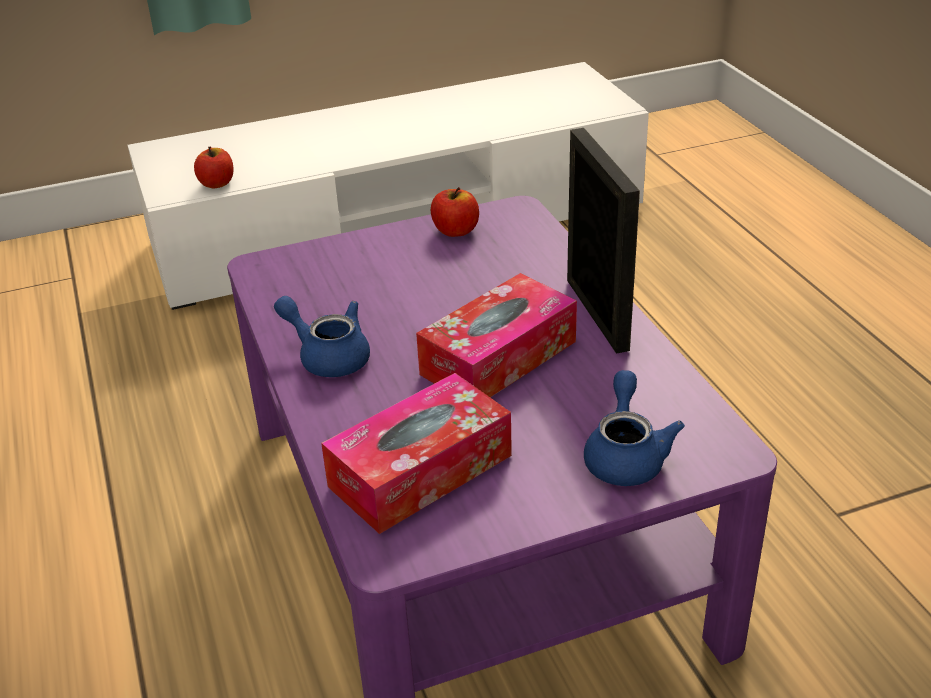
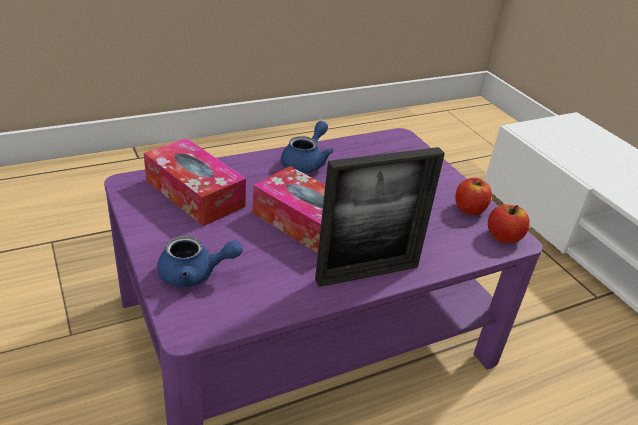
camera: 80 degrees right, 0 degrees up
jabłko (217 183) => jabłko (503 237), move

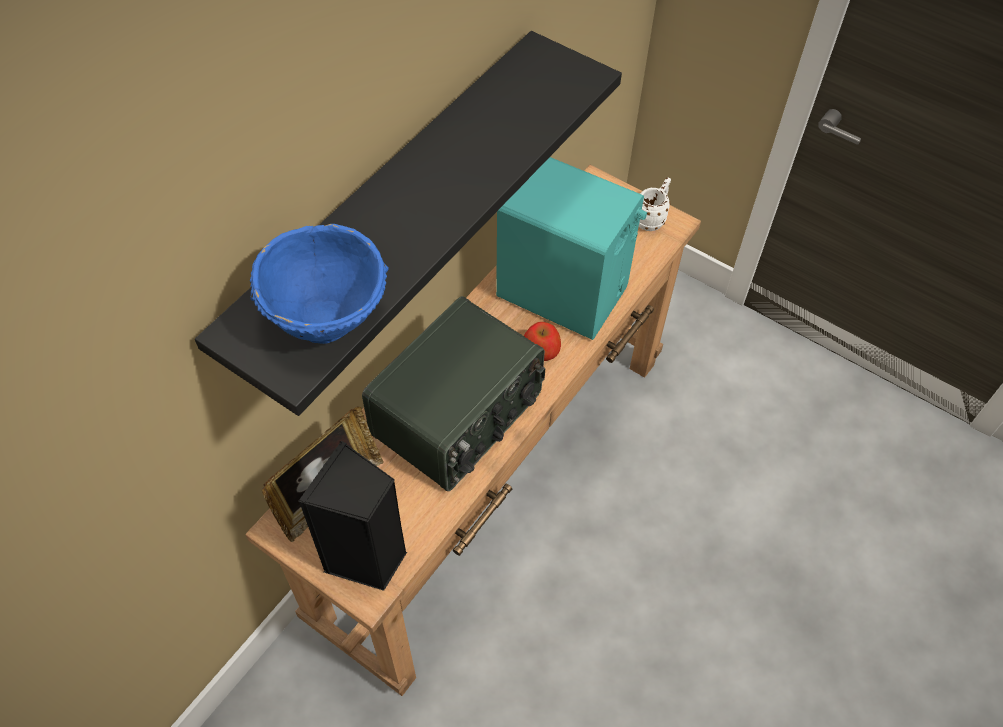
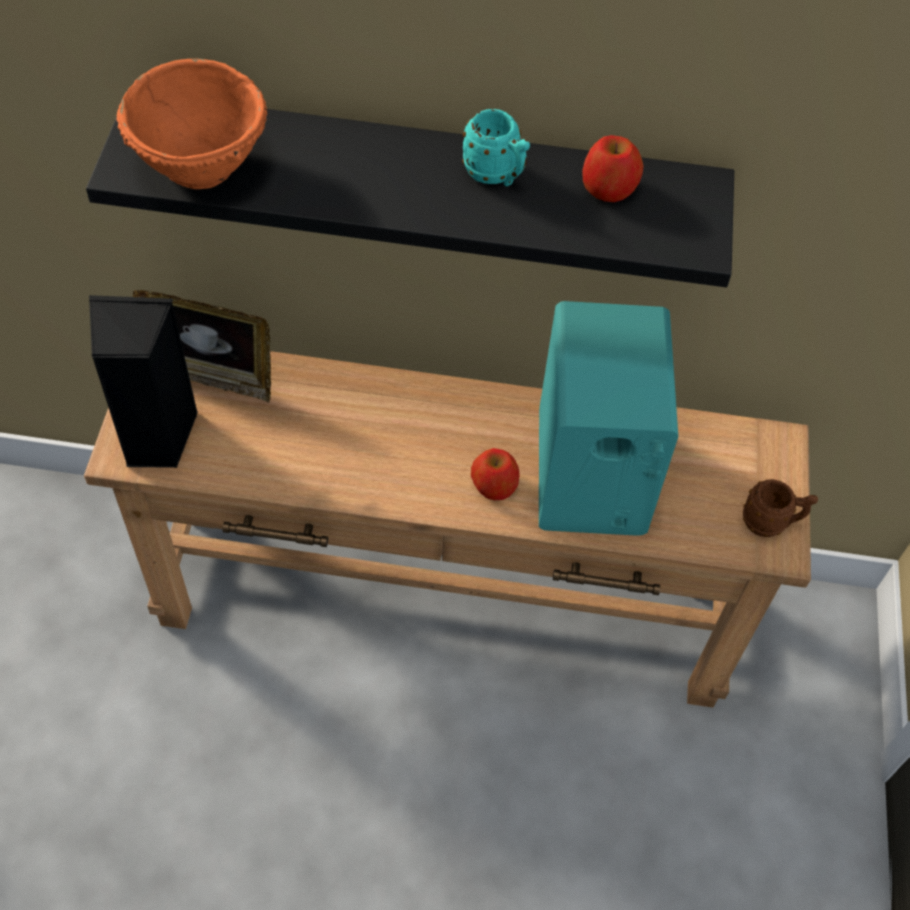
camera: 60 degrees right, 0 degrees up
kubek (biały) (652 218) => kubek (brązowy) (771 523)
miska (niebieski) (328 317) => miska (pomarańczowy) (202 167)
radio (459 416) => nothing
nothing => kubek (turkusowy) (496 175)
nothing => jabłko (609 187)

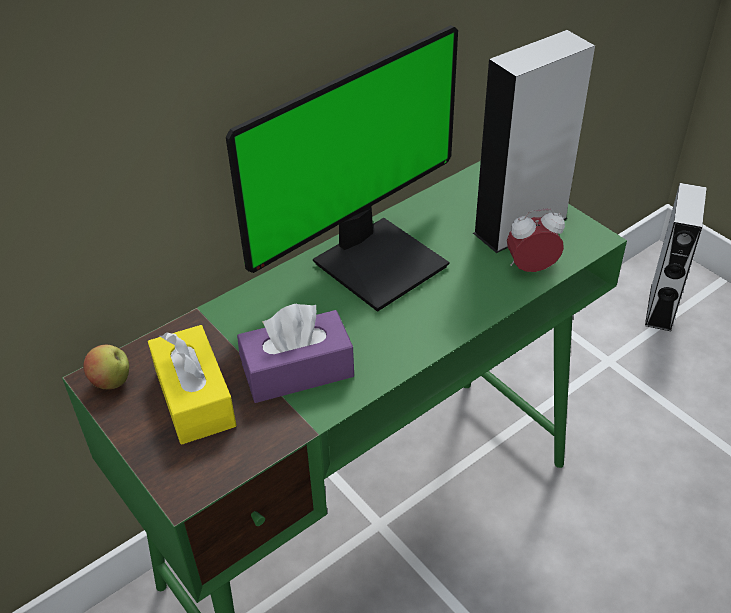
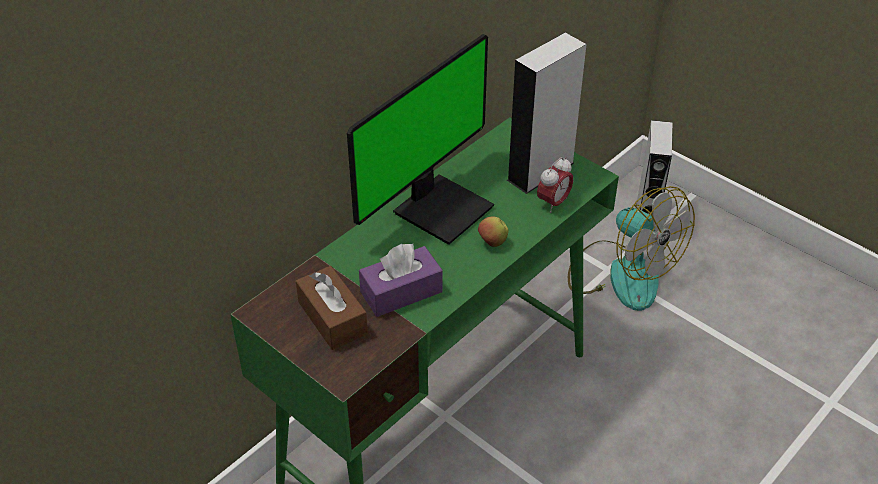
camera: 10 degrees left, 0 degrees up
budzik (531 268) => budzik (553 203), 150 degrees clockwise
pudełko chusteczek (żółty) (195 398) => pudełko chusteczek (brązowy) (332 318)
jabłko (112 382) => jabłko (492 242), move
nothing => wentylator (622 273)

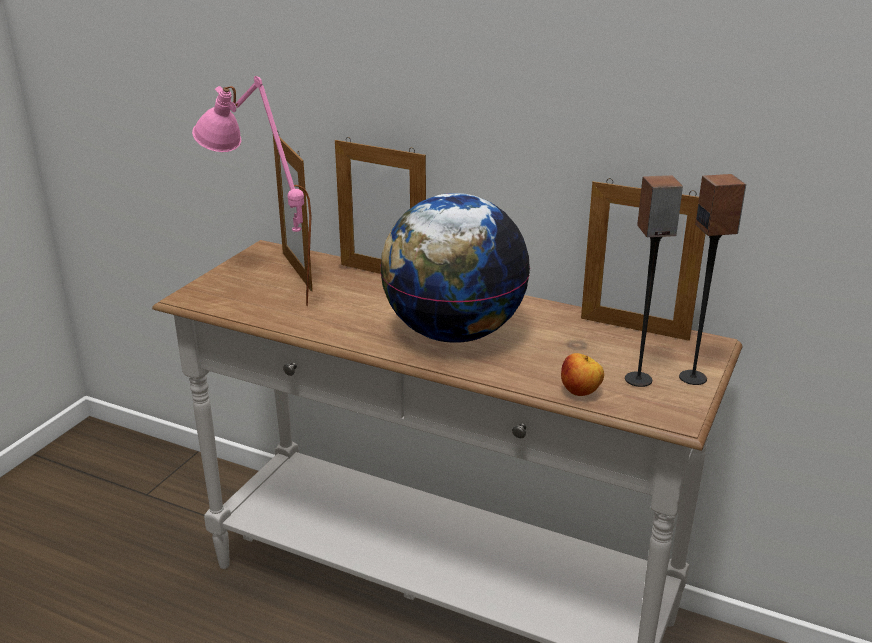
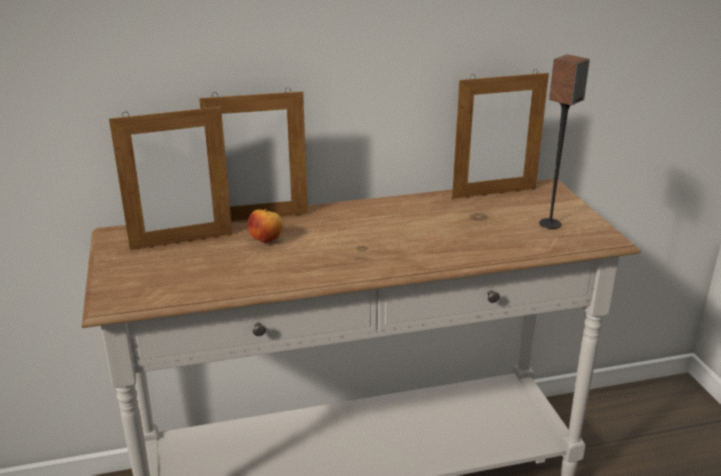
camera: 40 degrees left, 0 degrees up
lampa stołowa (różowy) (262 295) => nothing
ramka na zdjęcie (297 271) => ramka na zdjęcie (181 241), 45 degrees counterclockwise
głośnik (693 378) => nothing
globus (453 333) => nothing
jabłko (580 393) => jabłko (267 240), move

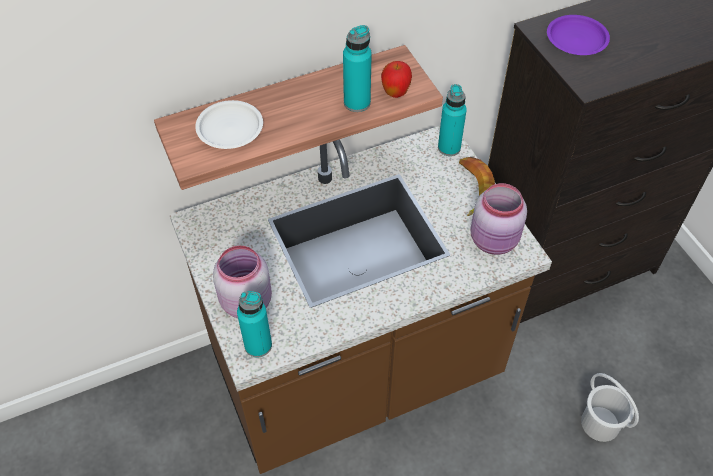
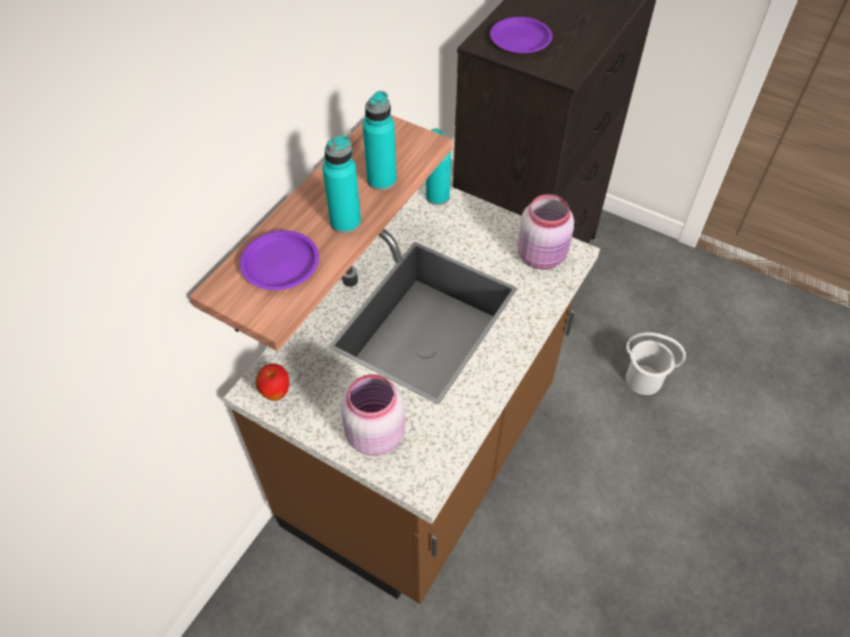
camera: 35 degrees left, 0 degrees up
jabłko (395 93) => jabłko (276 393), move
talerz (biały) (230 128) => talerz (fioletowy) (281 264)
banan (472 188) => nothing
butelka (turkusowy) (258 345) => butelka (turkusowy) (345 222), move

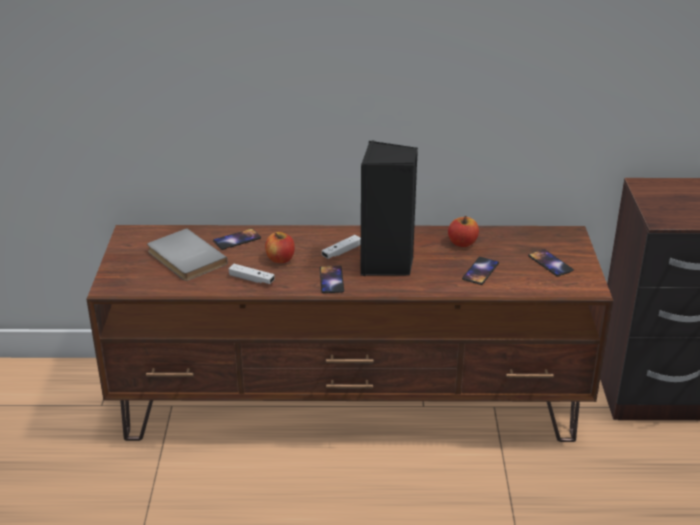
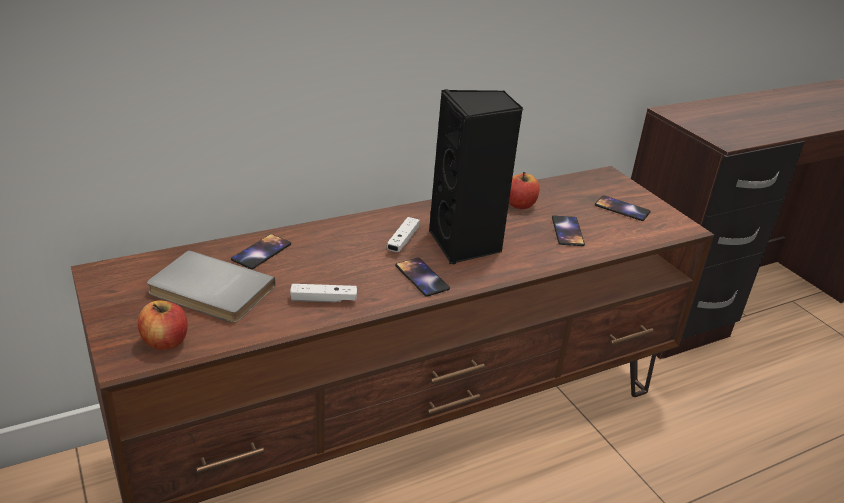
camera: 30 degrees left, 0 degrees up
jabłko (280 259) => jabłko (165 341), move

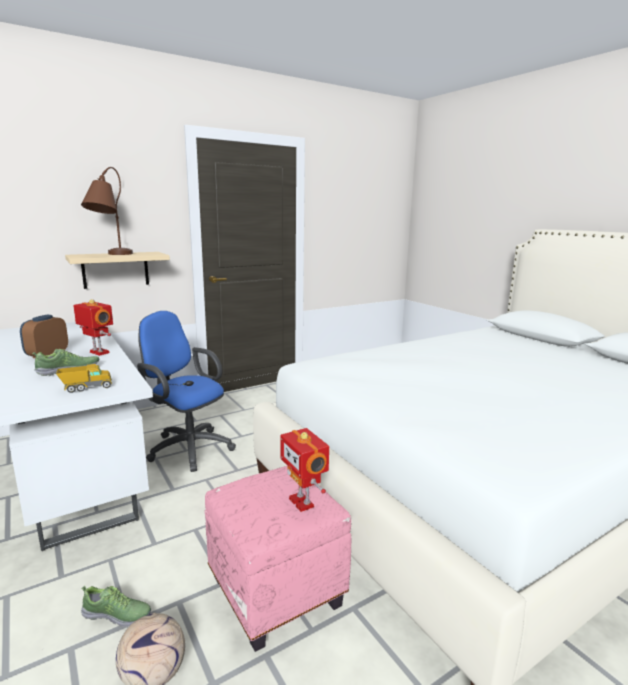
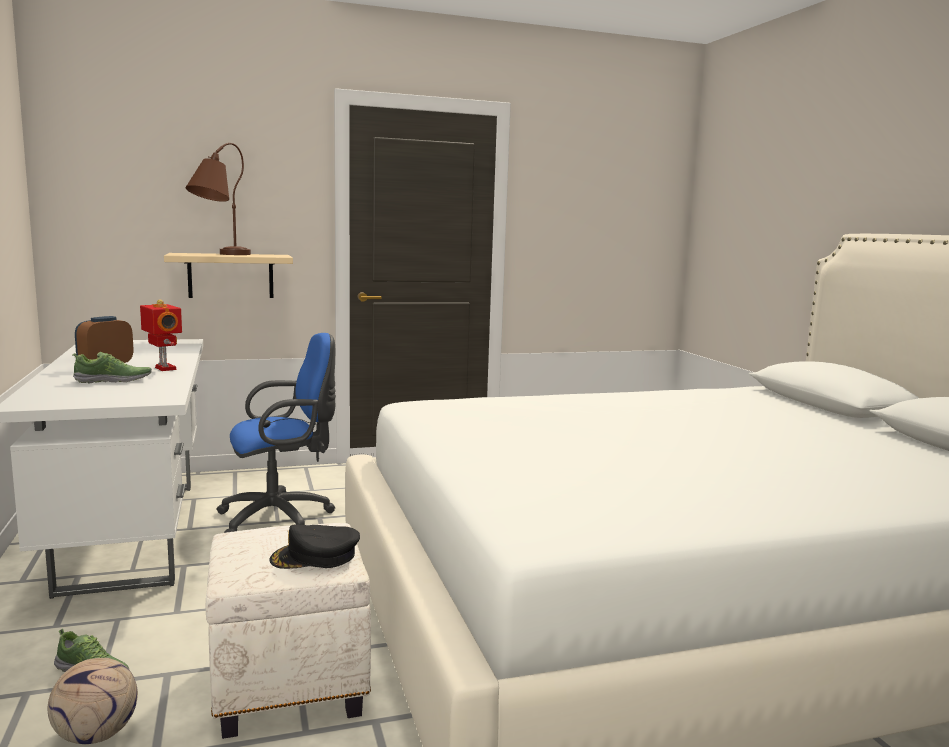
camera: 15 degrees right, 5 degrees down
krzesło biurowe (niebieski) (187 447) => krzesło biurowe (niebieski) (281 518), 105 degrees clockwise
ciężarówka zabawkowa (86 388) => nothing
robot zabawkowy (303 502) => czapka z daszkiem (czarny) (315 557)
pufa (różowy) (277 591) => pufa (biały) (290 686)

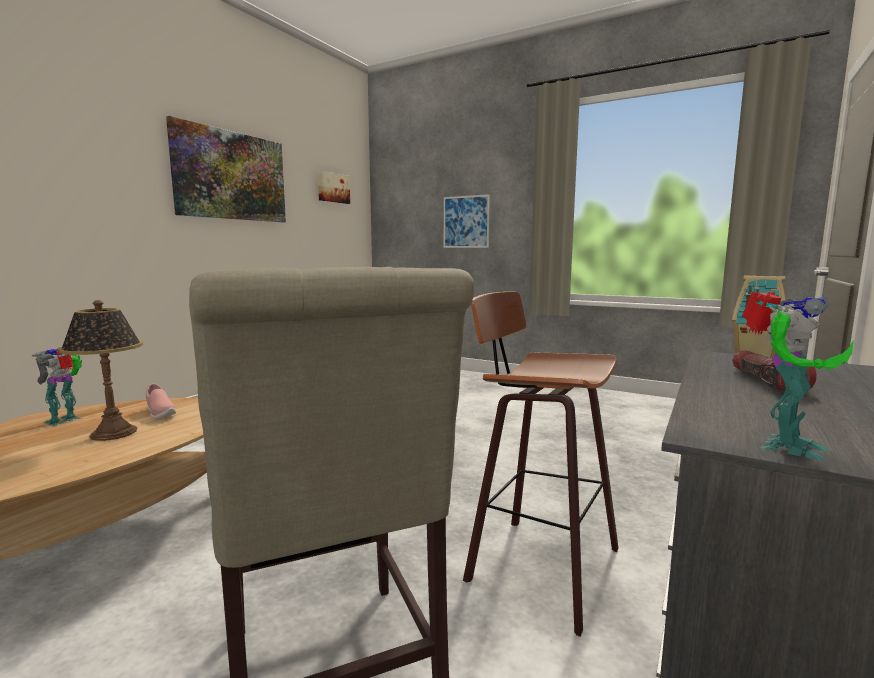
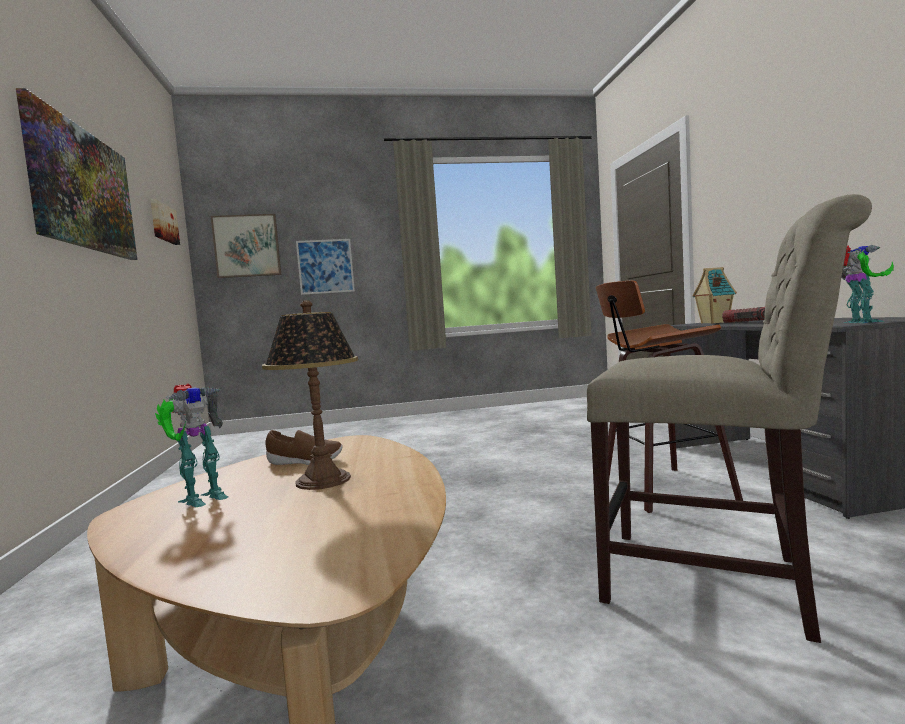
camera: 40 degrees left, 5 degrees down
robot zabawkowy (65 420) => robot zabawkowy (200 498), 120 degrees counterclockwise
but (różowy) (159 413) => but (brązowy) (304 462)
nothing => obraz (247 246)

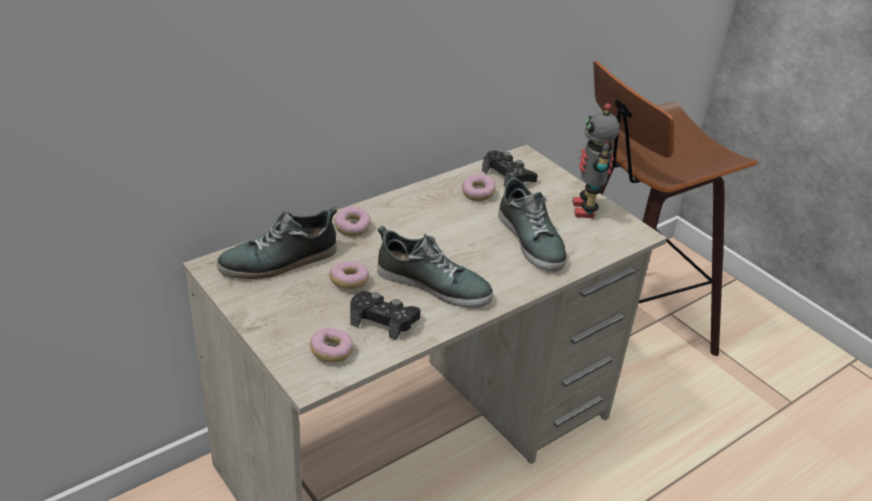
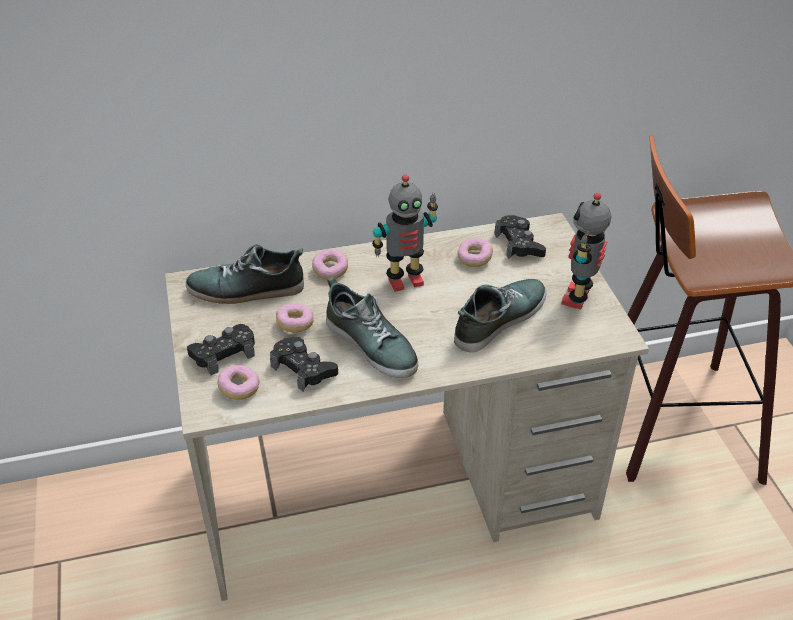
camera: 25 degrees right, 5 degrees up
but (531 239) => but (498 319), 135 degrees counterclockwise
nothing => robot zabawkowy (405 280)
nothing => pad do gier (czarny) (223 353)

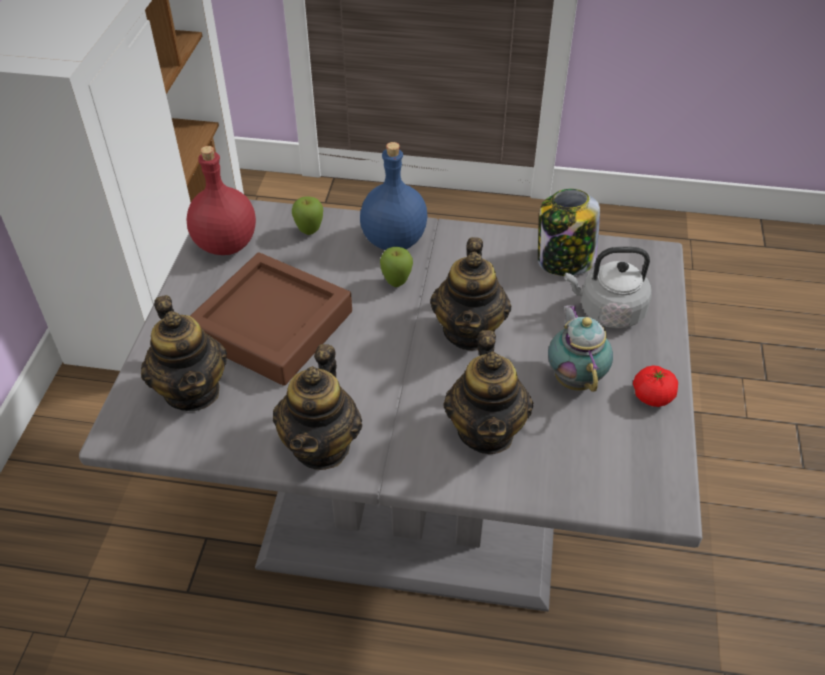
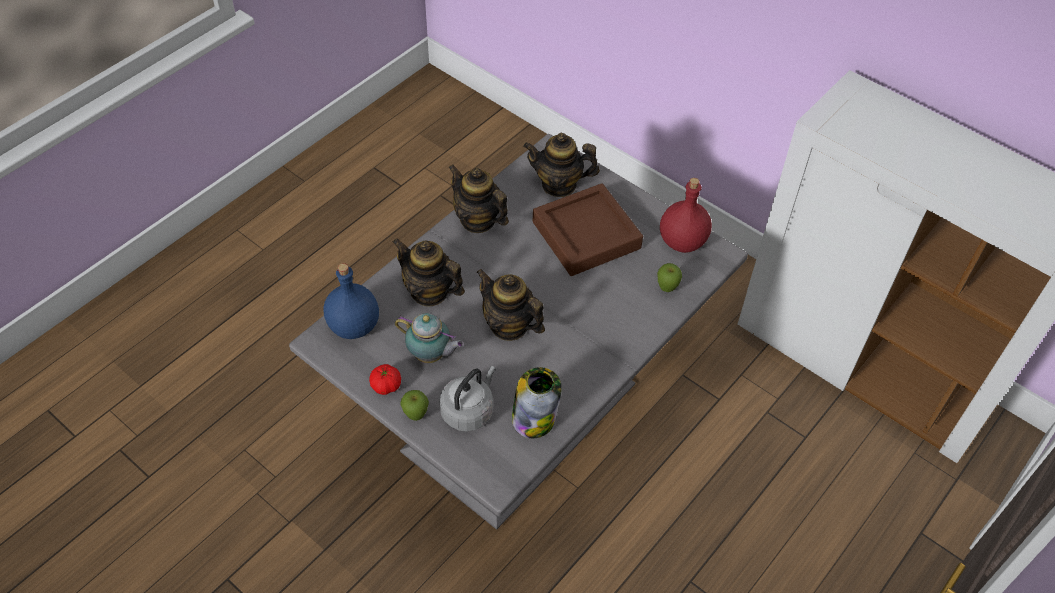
camera: 120 degrees right, 5 degrees up
butelka (niebieski) (395 241) => butelka (niebieski) (353 326), move
jabłko (396 283) => jabłko (416 416), move

